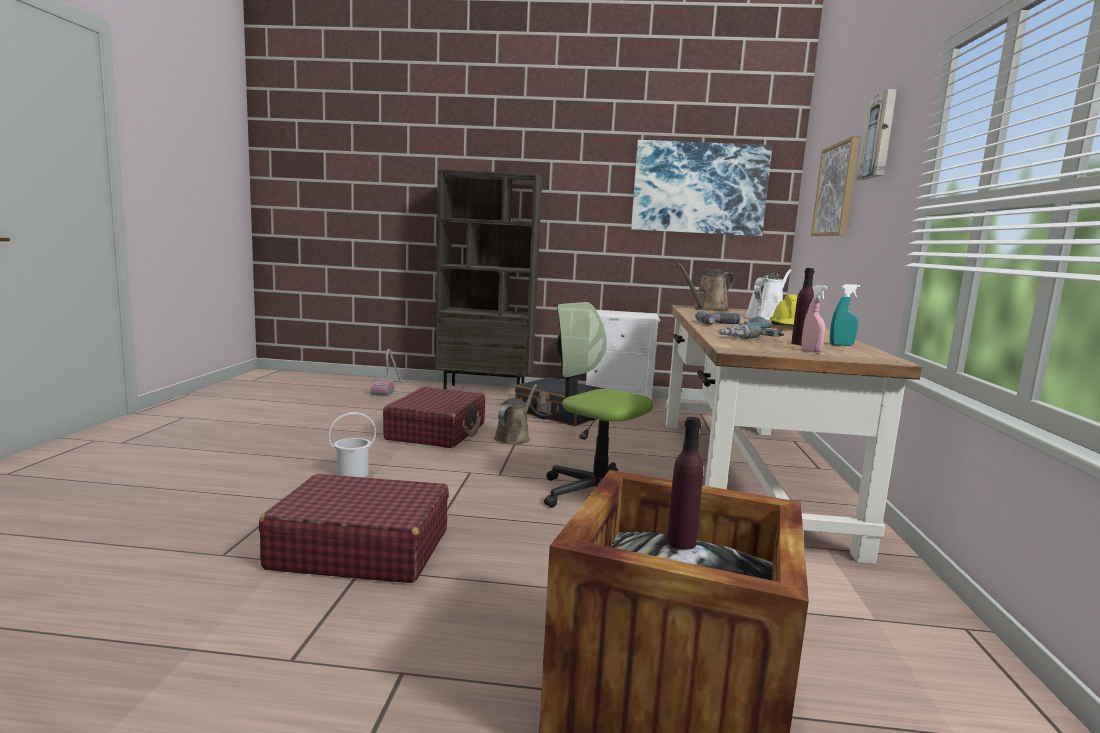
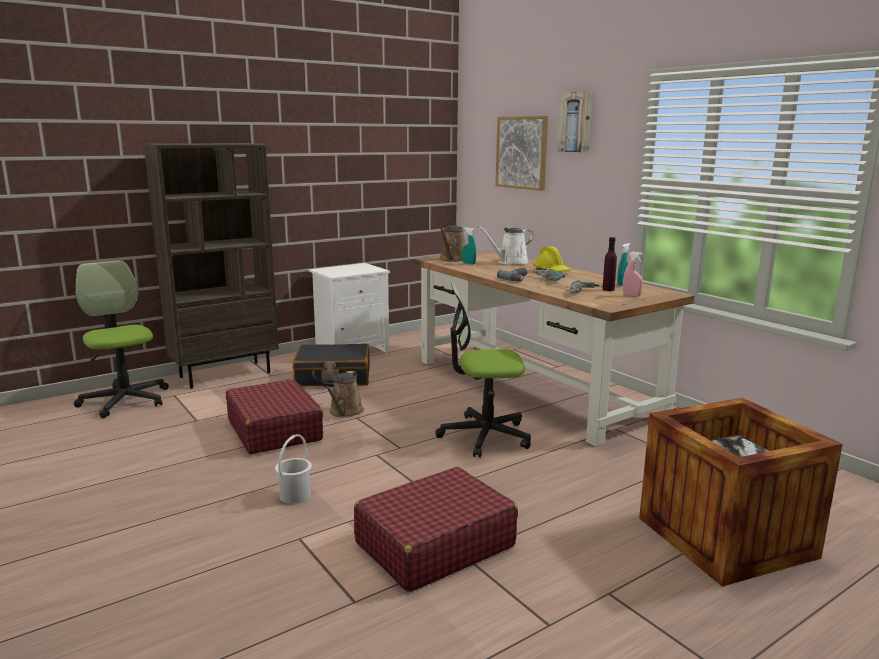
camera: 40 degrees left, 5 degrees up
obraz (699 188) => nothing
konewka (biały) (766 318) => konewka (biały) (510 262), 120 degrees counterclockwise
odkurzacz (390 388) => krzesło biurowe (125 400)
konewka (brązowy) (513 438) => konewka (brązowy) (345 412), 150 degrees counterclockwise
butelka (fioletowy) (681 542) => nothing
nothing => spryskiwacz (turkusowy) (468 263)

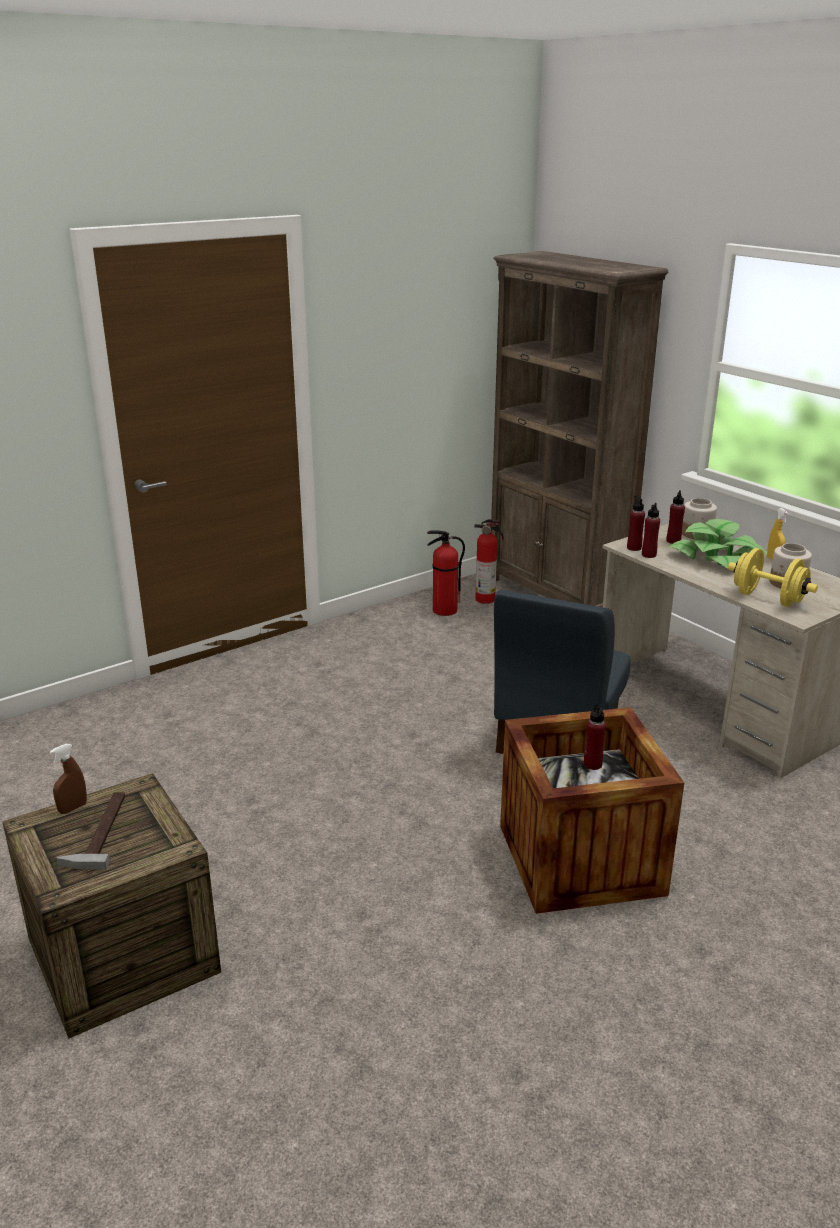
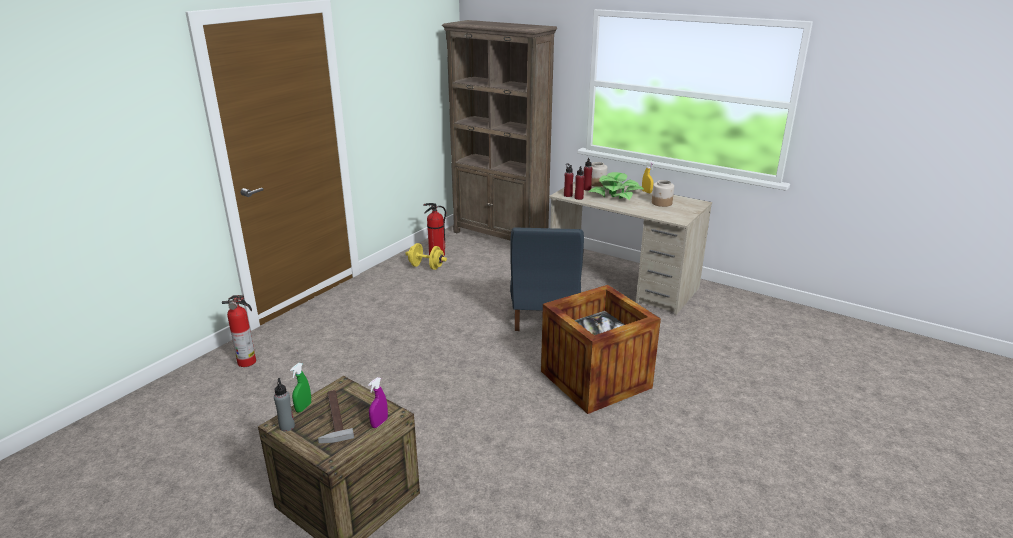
camera: 20 degrees left, 0 degrees up
gaśnica (486 599) => gaśnica (248 362), move
hantel (żółty) (768 599) => hantel (żółty) (426 267), move
butelka (czerwony) (592 764) => nothing
spryskiwacz (brązowy) (73 808) => spryskiwacz (zielony) (303 407)
nothing => spryskiwacz (fioletowy) (379 423)
nothing => butelka (szary) (287 426)

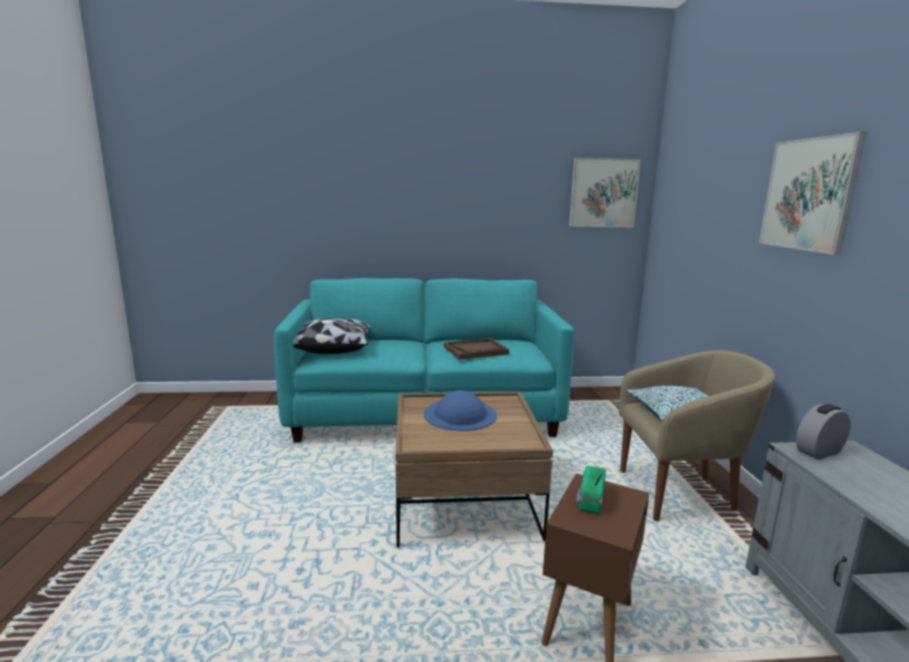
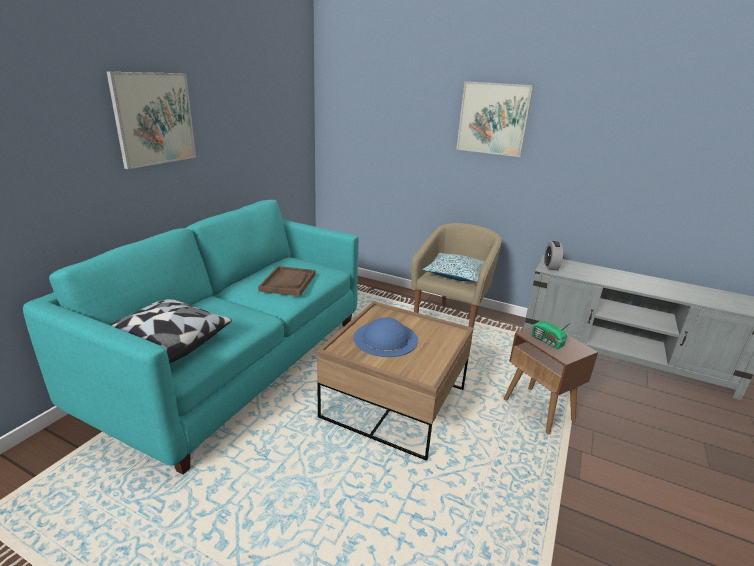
camera: 60 degrees left, 10 degrees up
obraz (603 193) => obraz (154 119), move

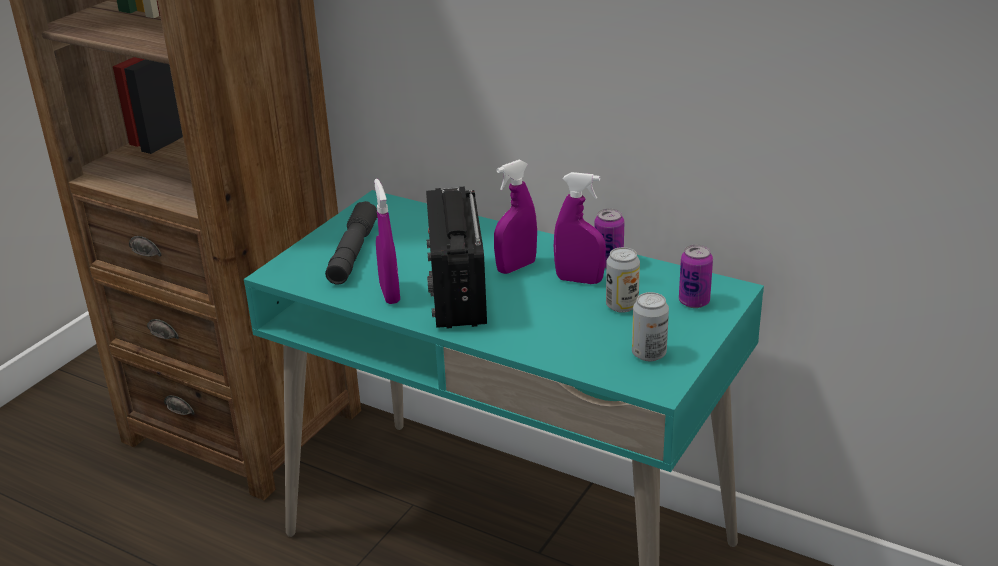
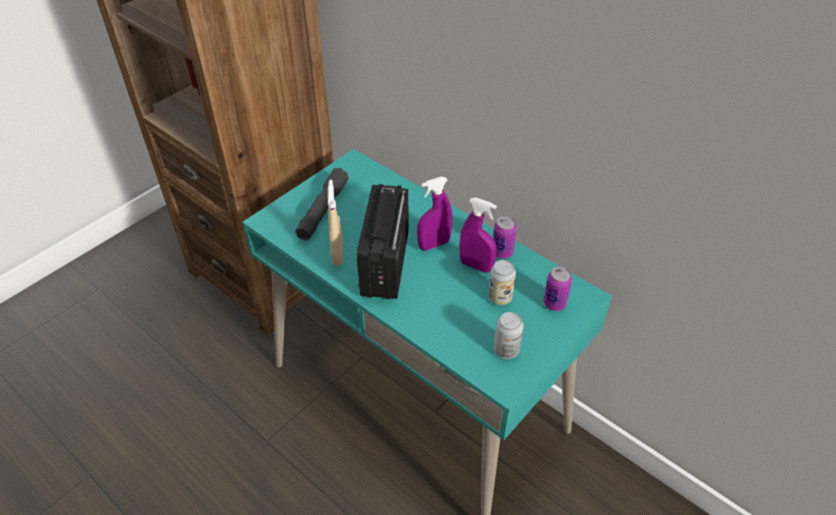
camera: 10 degrees right, 15 degrees up
spryskiwacz (fioletowy) (390 294) => spryskiwacz (beżowy) (338 255)

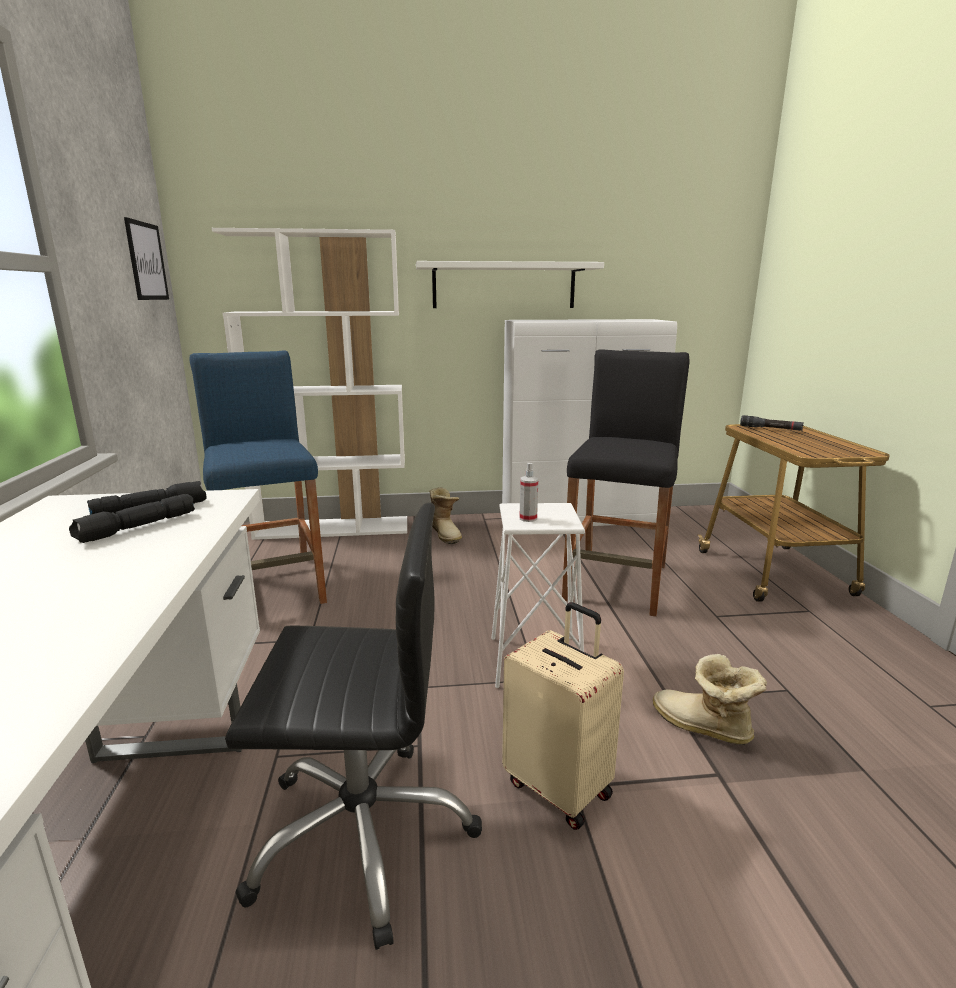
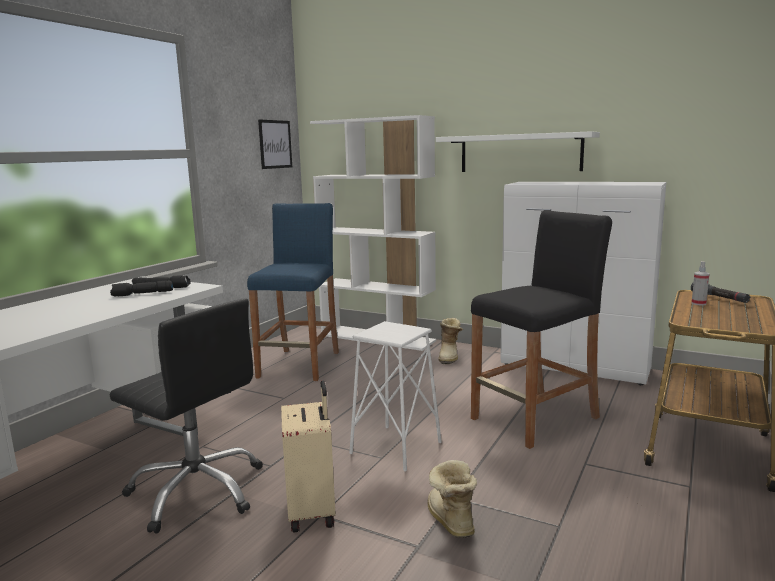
camera: 35 degrees right, 5 degrees down
spryskiwacz (528 518) => spryskiwacz (698 303), move

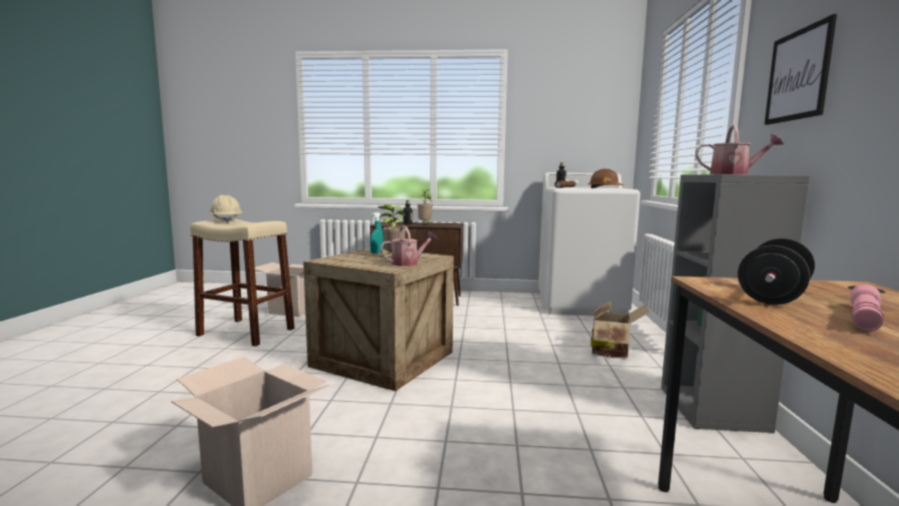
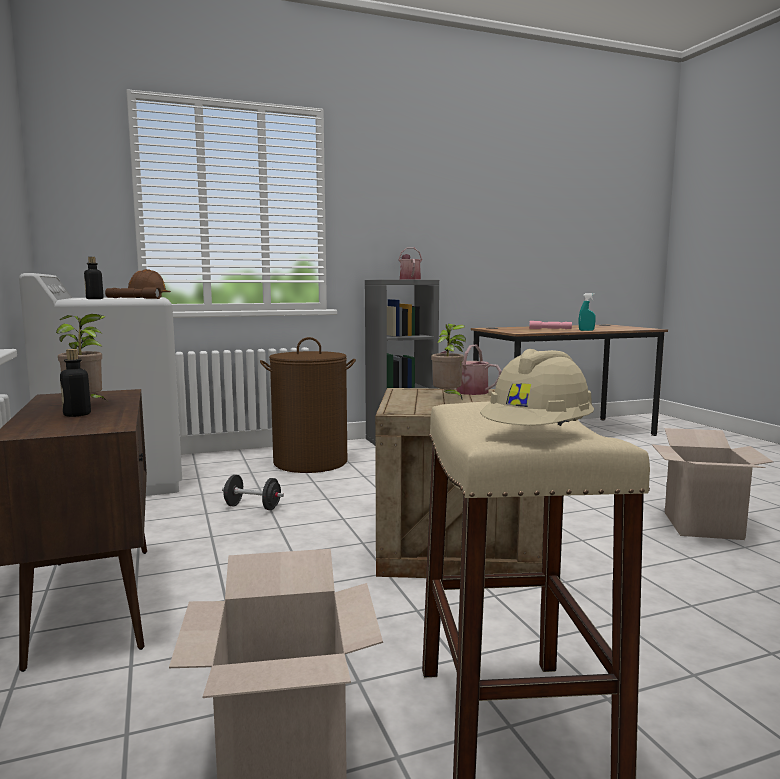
camera: 115 degrees left, 0 degrees up
obraz (798 75) => nothing
spryskiwacz (turkusowy) (376 253) => spryskiwacz (turkusowy) (586 330), move
hantel (czarny) (773 296) => hantel (czarny) (253 507), move
karton (613 351) => kosz na pranie (brązowy) (310 462)

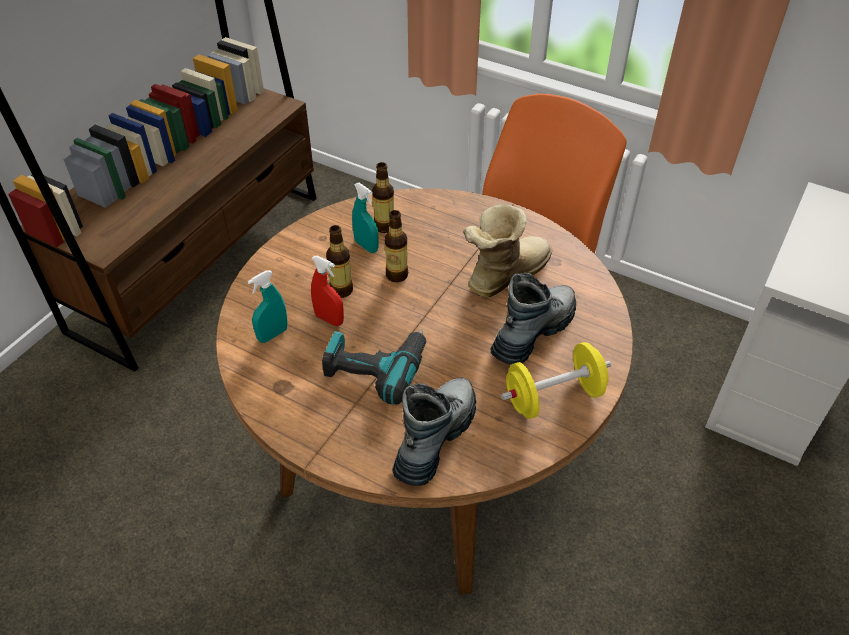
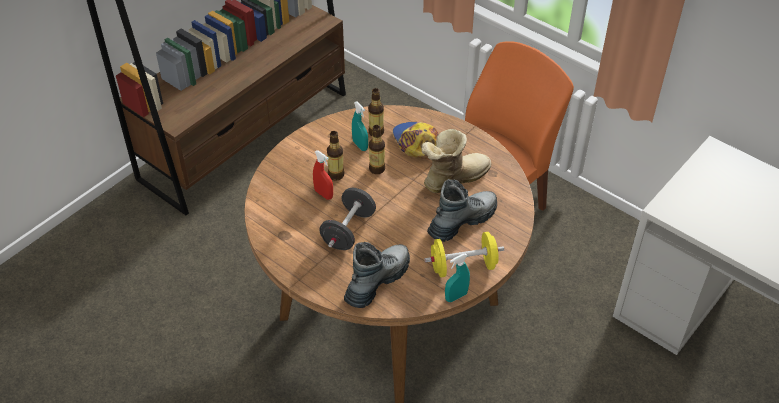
camera: 10 degrees right, 0 degrees up
spryskiwacz (turkusowy) (273 335) => spryskiwacz (turkusowy) (456 296), move
wiertarka (376 367) => hantel (czarny) (348 230)
nothing => czapka z daszkiem (417 144)

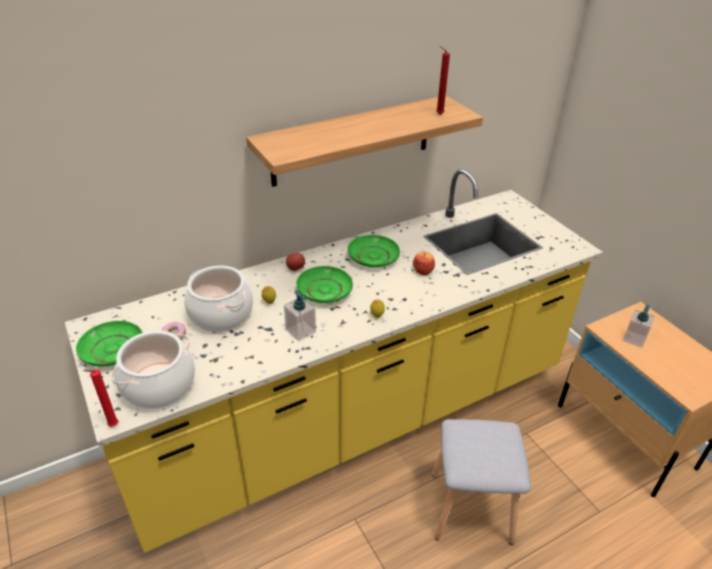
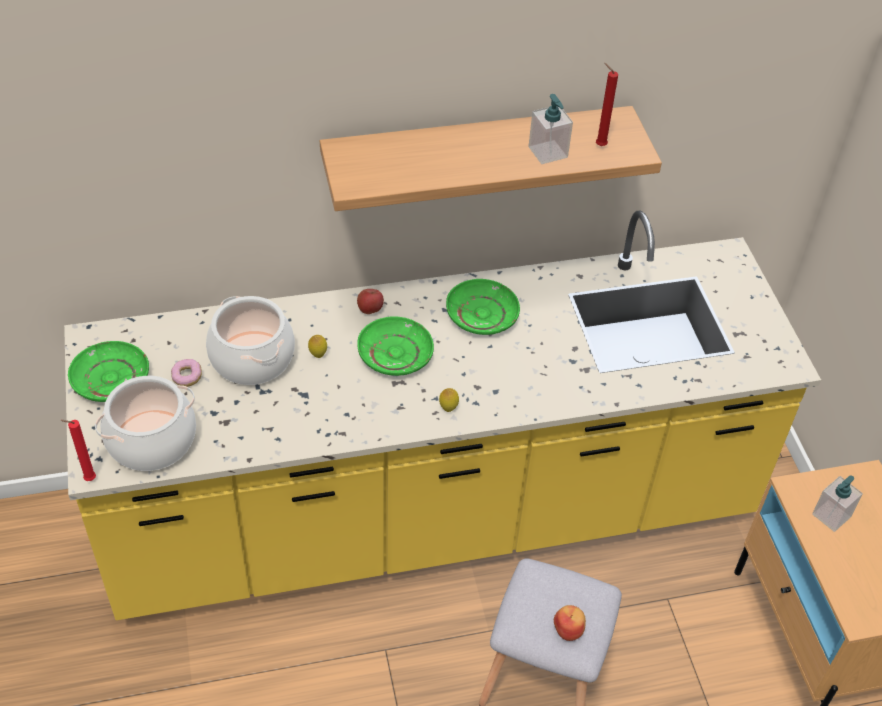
camera: 15 degrees right, 10 degrees up
jabłko (423 271) => jabłko (568 630), move
dozownik mydła (301 331) => dozownik mydła (548 152), move

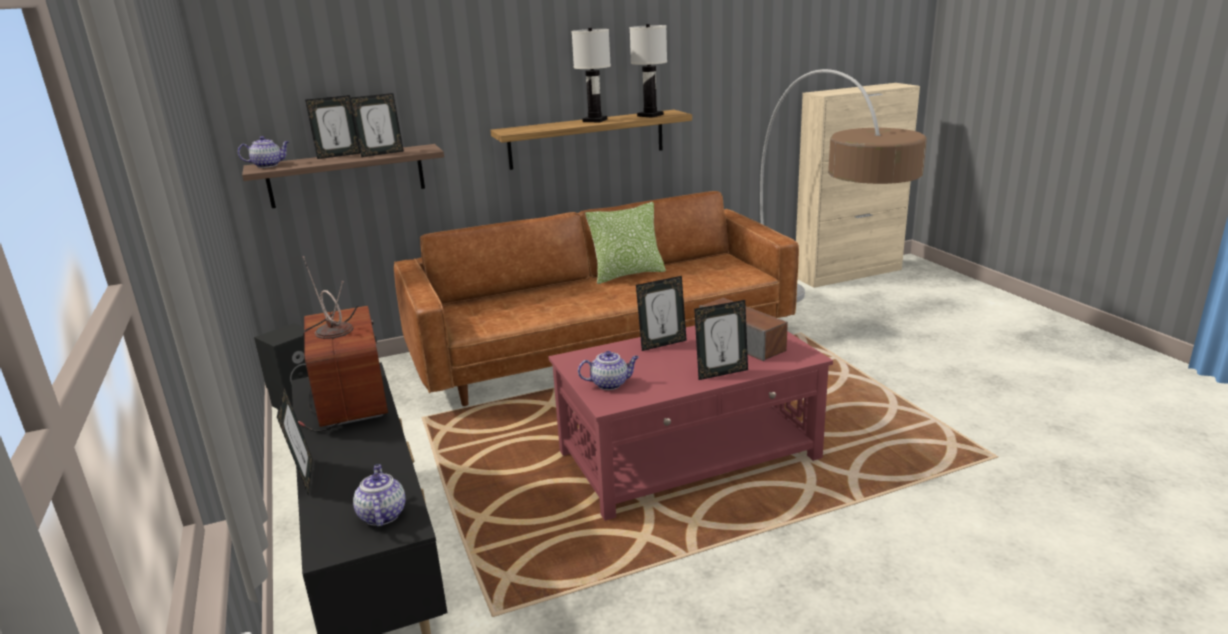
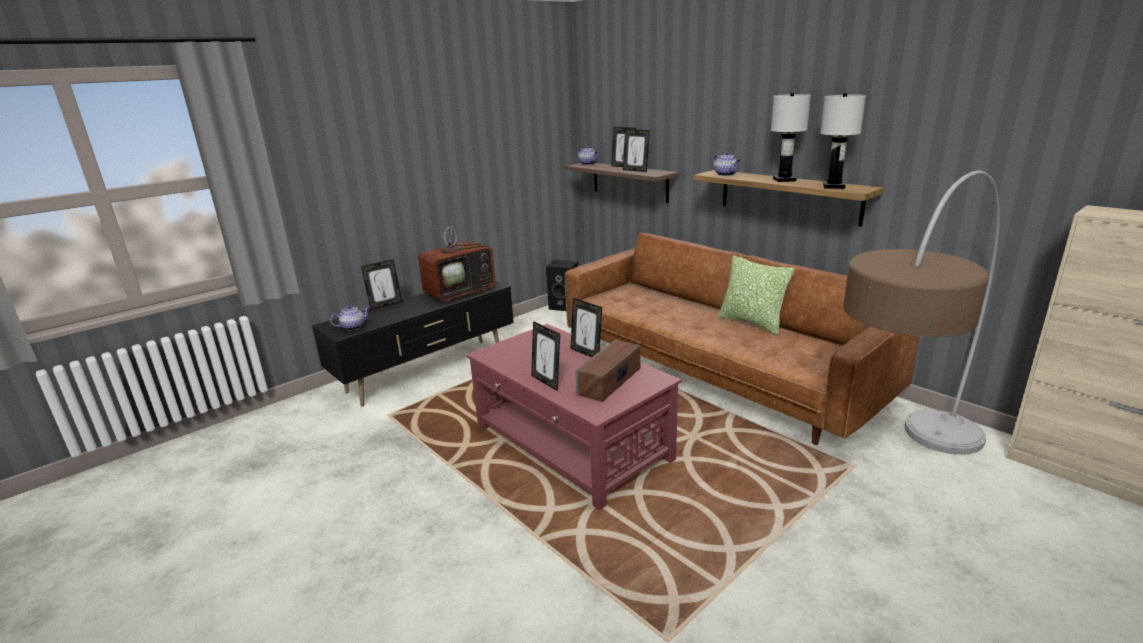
camera: 70 degrees right, 0 degrees up
imbryk (610 384) => imbryk (726 174), move

